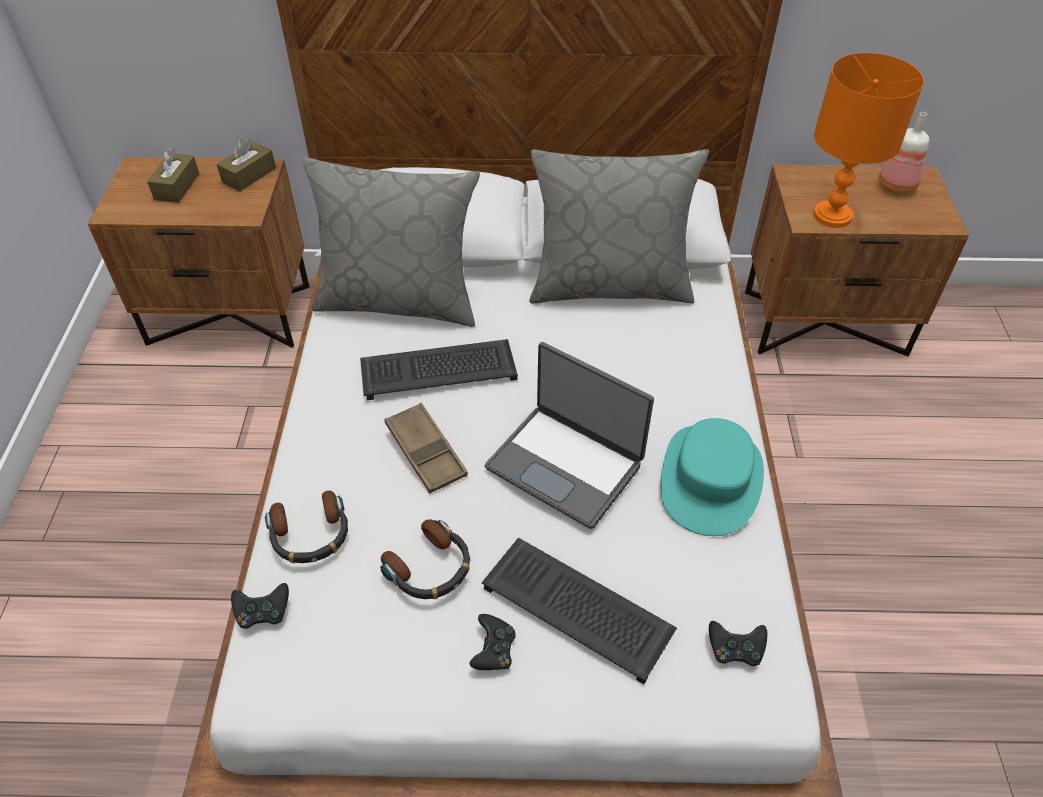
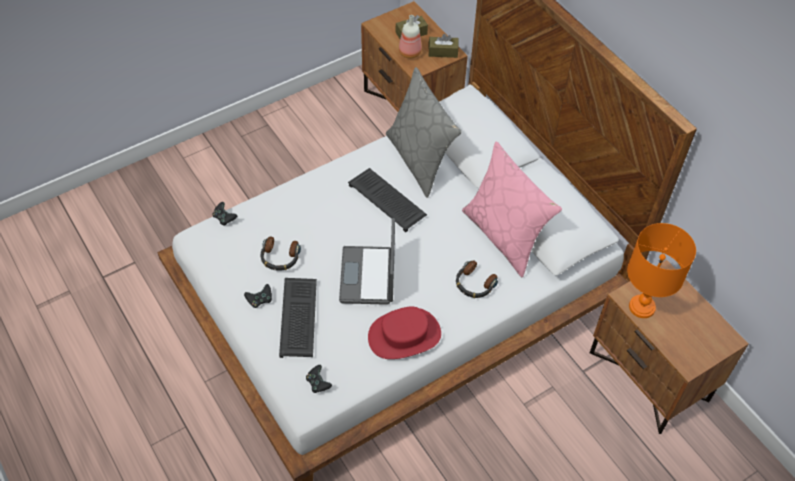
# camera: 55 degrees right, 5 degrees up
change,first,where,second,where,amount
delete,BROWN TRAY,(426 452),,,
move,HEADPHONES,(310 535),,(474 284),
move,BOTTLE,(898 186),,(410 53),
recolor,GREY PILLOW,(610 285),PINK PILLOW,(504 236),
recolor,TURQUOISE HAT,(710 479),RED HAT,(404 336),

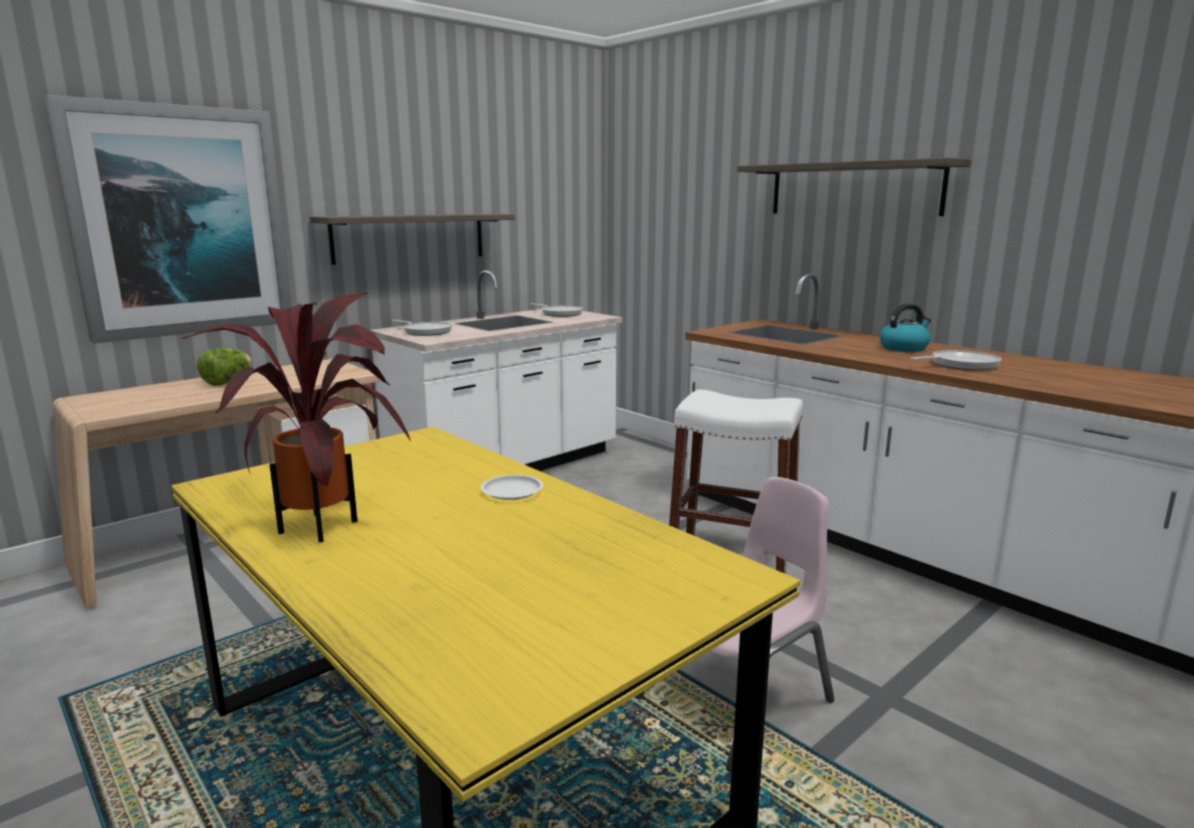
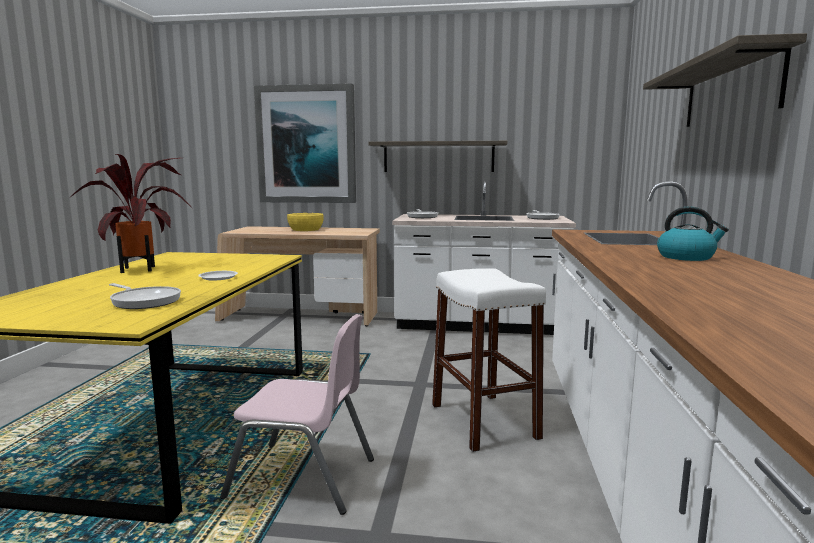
# camera: 50 degrees right, 5 degrees down
change,first,where,second,where,amount
move,FRYING PAN,(960 365),,(144 301),
replace,LETTUCE,(227 382),YELLOW BOWL,(305 229),

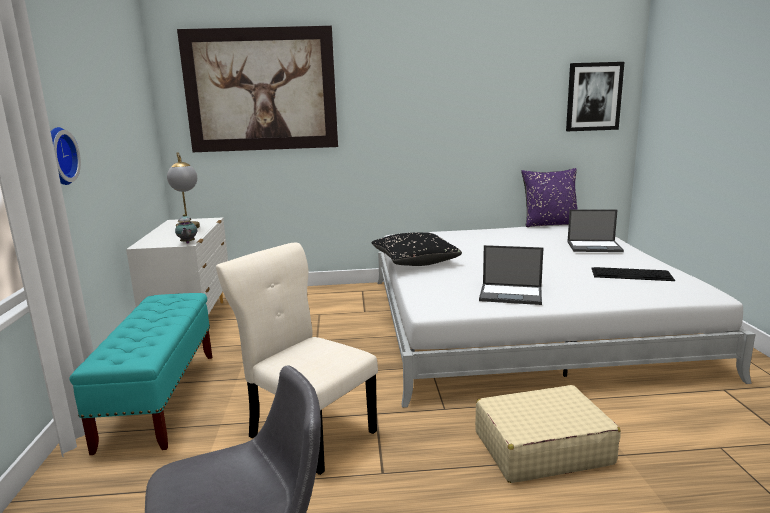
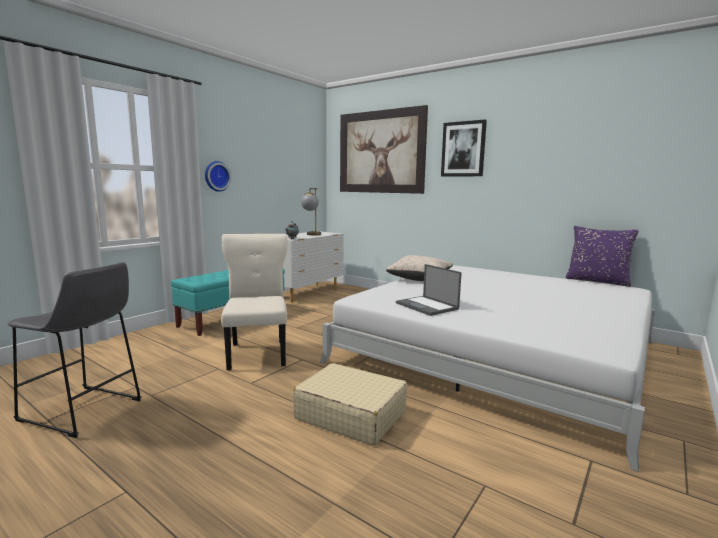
# camera: 40 degrees right, 5 degrees down
change,first,where,second,where,amount
delete,LAPTOP,(595 247),,,
delete,KEYBOARD,(632 274),,,
move,PICTURE,(593 97),,(463 149),
recolor,BLACK PILLOW,(415 261),BEIGE PILLOW,(420 278),

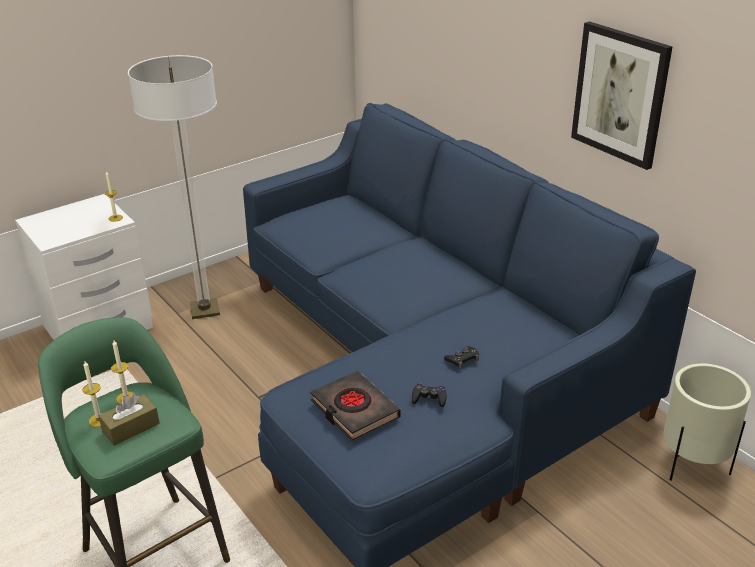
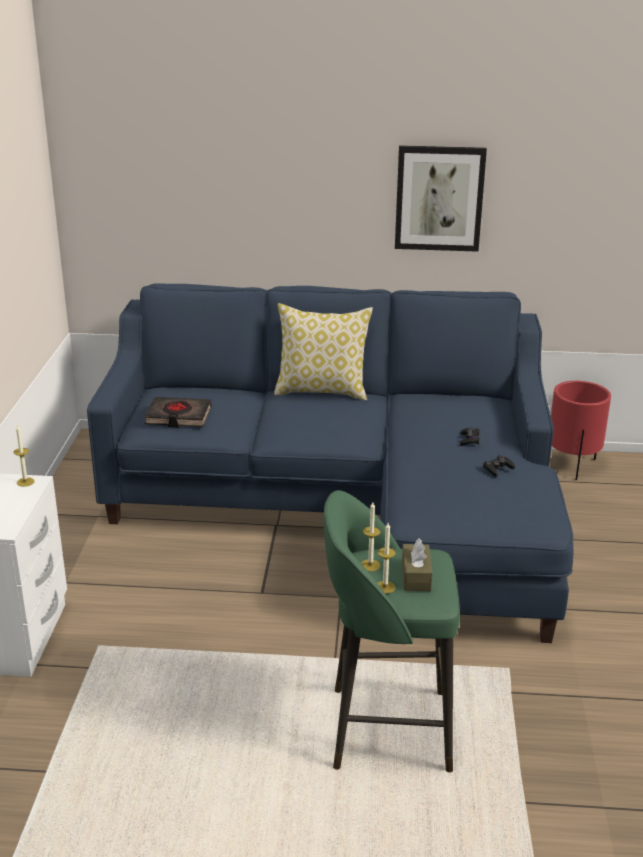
# camera: 50 degrees left, 5 degrees down
change,first,where,second,where,amount
delete,FLOOR LAMP,(205 310),,,
insert,,,PILLOW,(322 391),
move,BLACK BOOK,(354 410),,(178 416),
recolor,BEIGE PLANTER,(693 464),RED PLANTER,(572 465),

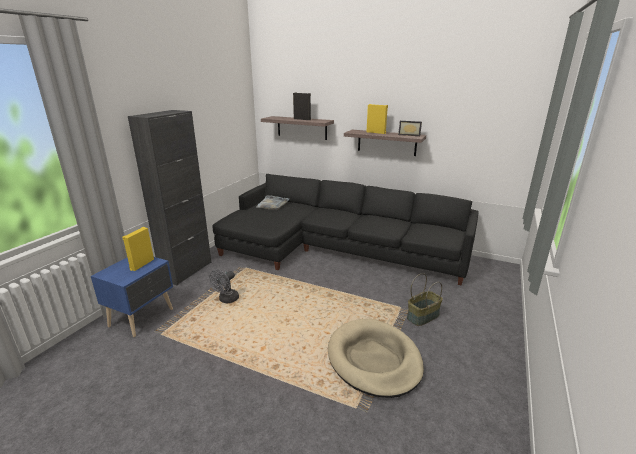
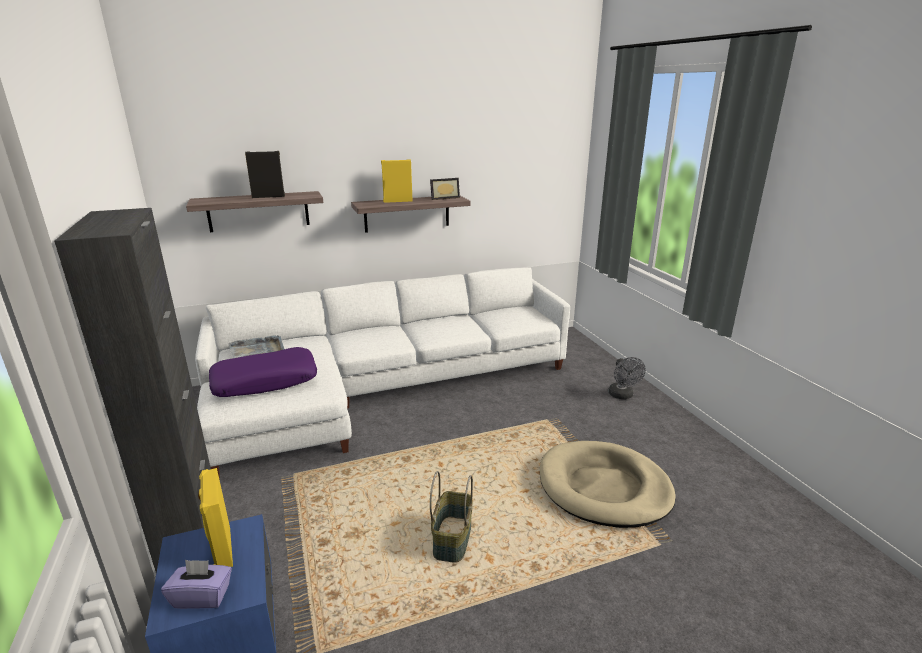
# camera: 45 degrees left, 0 degrees up
change,first,where,second,where,amount
insert,,,PURPLE TISSUE BOX,(202 596),
insert,,,PURPLE PILLOW,(265 381),
move,GREY FAN,(226 300),,(622 396),
move,BASKET,(422 316),,(451 538),
recolor,BLACK SOFA,(334 248),WHITE SOFA,(378 388),

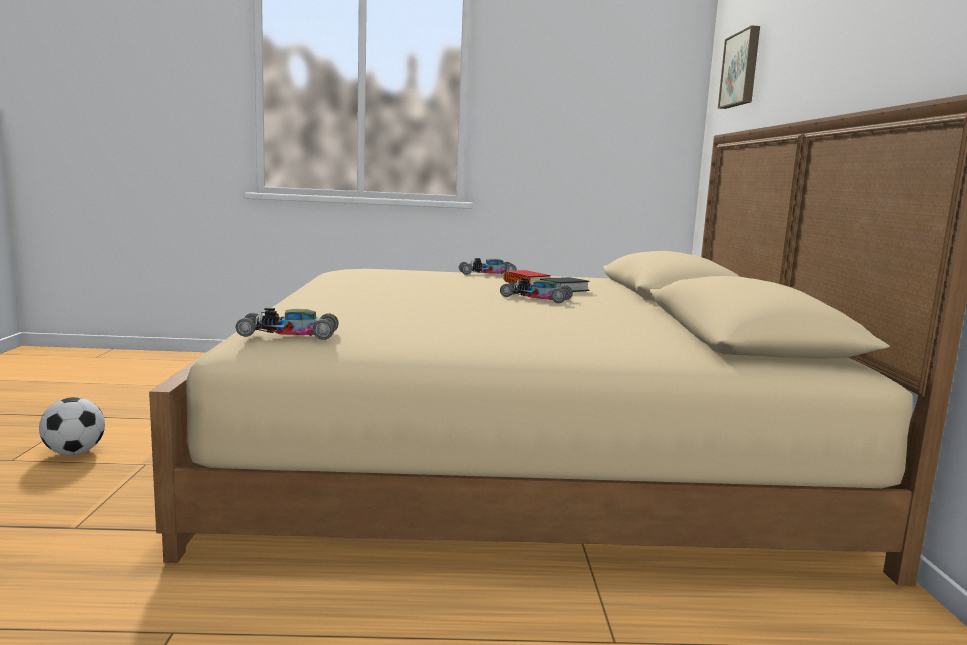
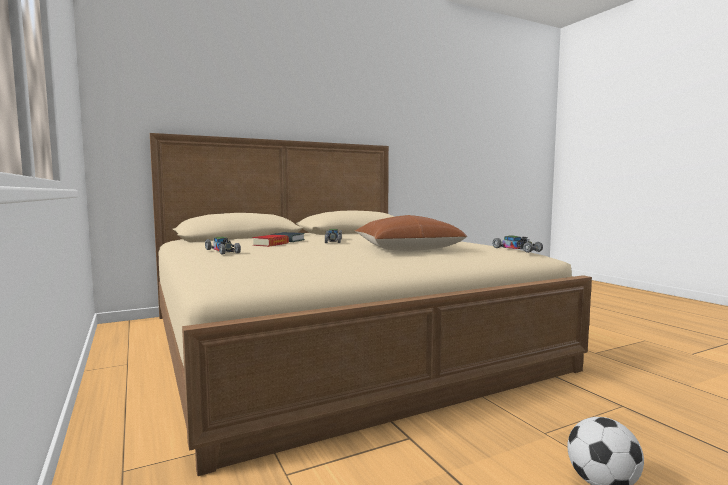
# camera: 115 degrees left, 5 degrees down
change,first,where,second,where,amount
delete,PICTURE,(741 69),,,
insert,,,BROWN PILLOW,(407 249),

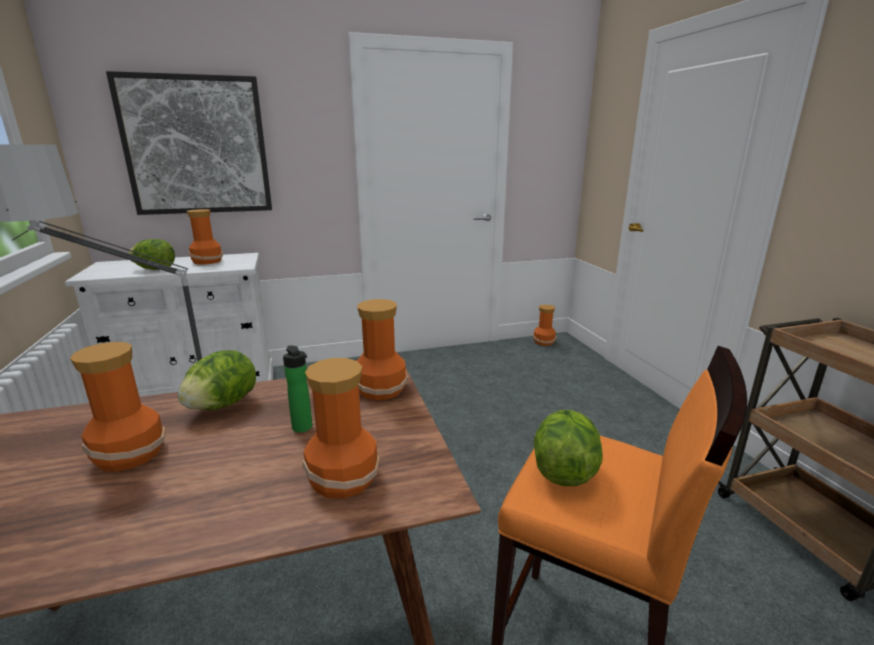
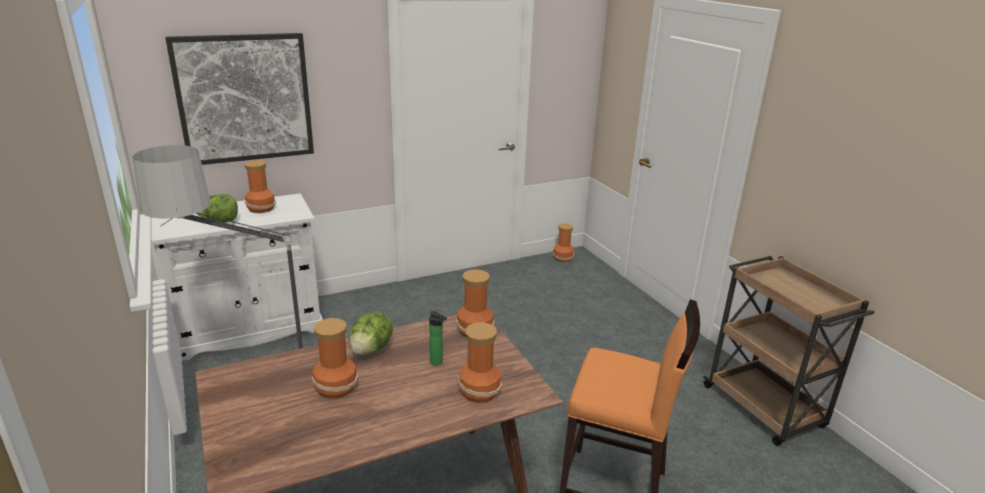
# camera: 10 degrees left, 5 degrees up
change,first,where,second,where,amount
delete,LETTUCE,(564 471),,,

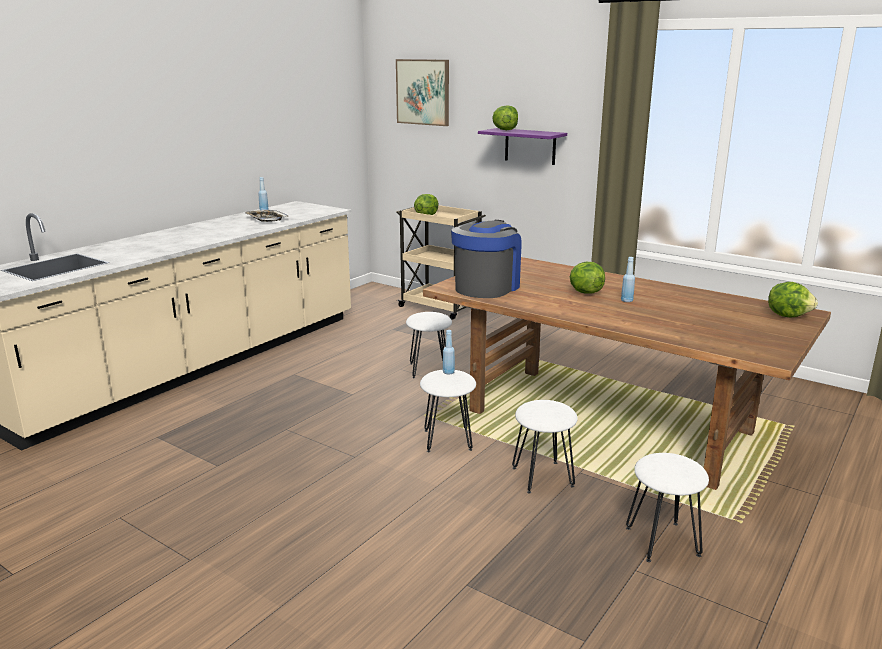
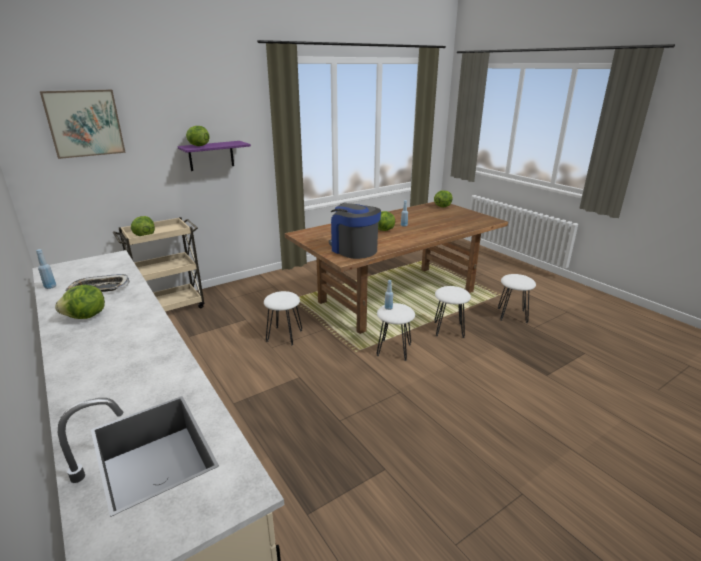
# camera: 70 degrees left, 5 degrees up
change,first,where,second,where,amount
insert,,,LETTUCE,(86 317),

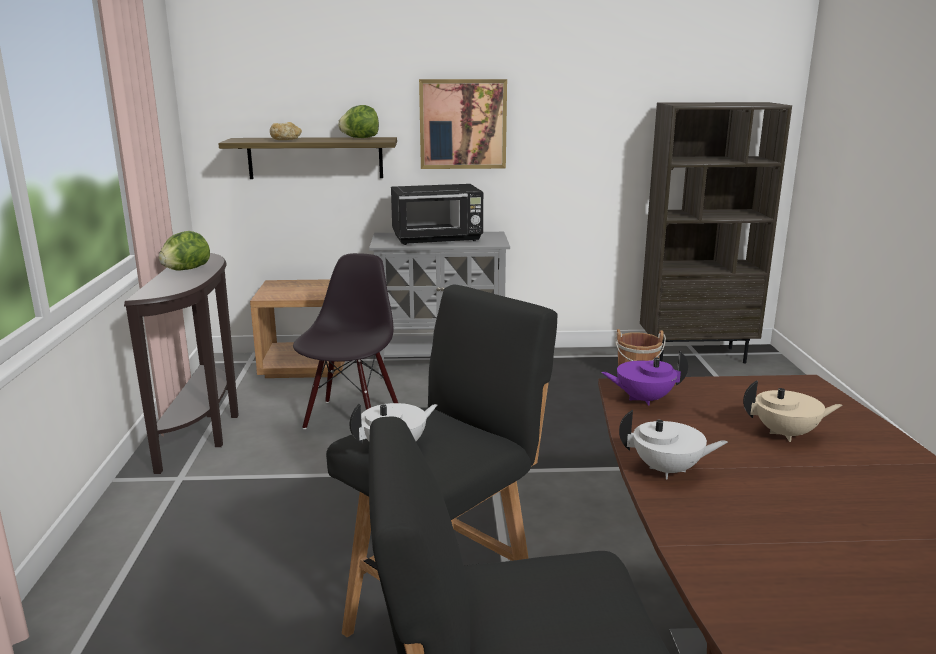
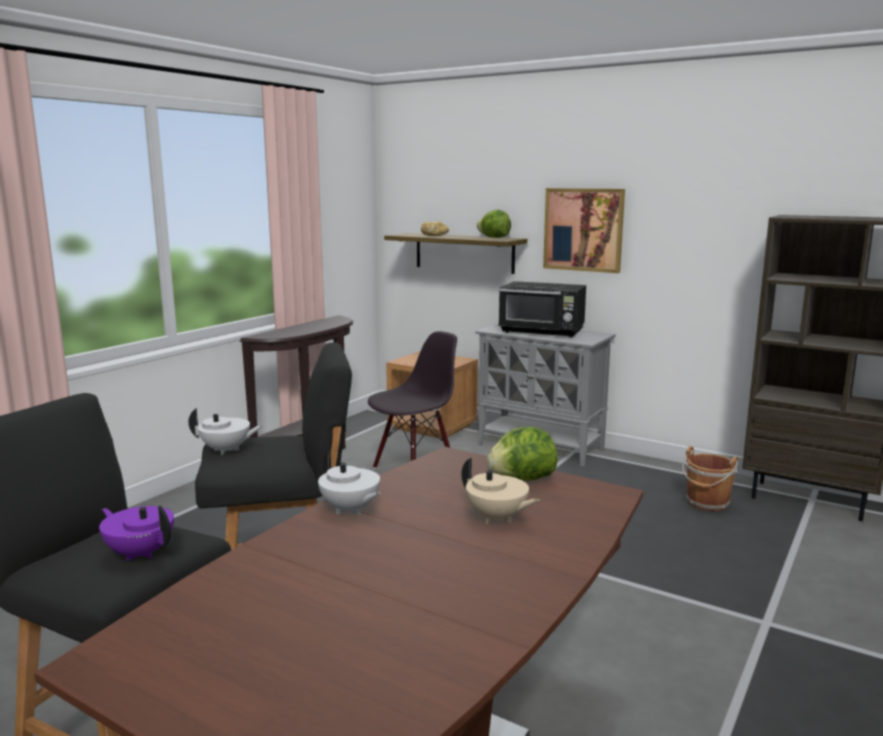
# camera: 35 degrees right, 5 degrees down
change,first,where,second,where,amount
move,LETTUCE,(186 269),,(522 479),
move,PURPLE TEAPOT,(643 399),,(140 553),

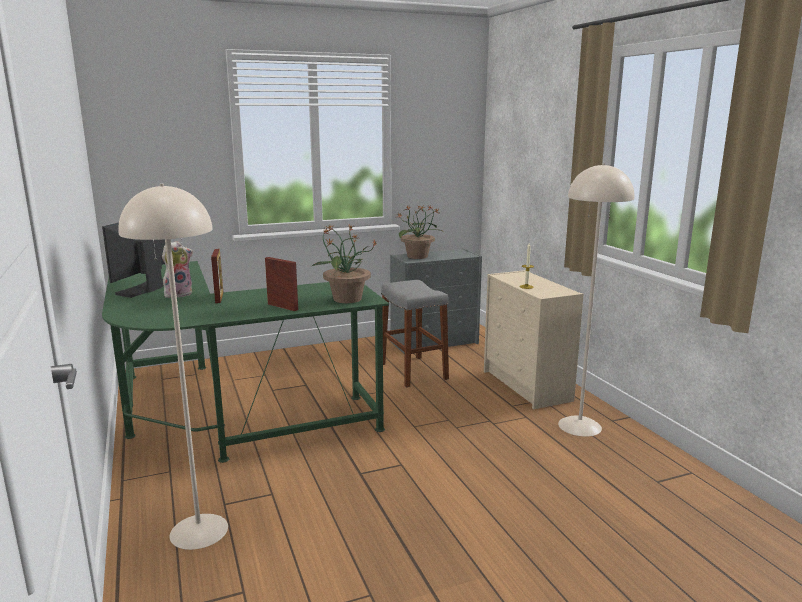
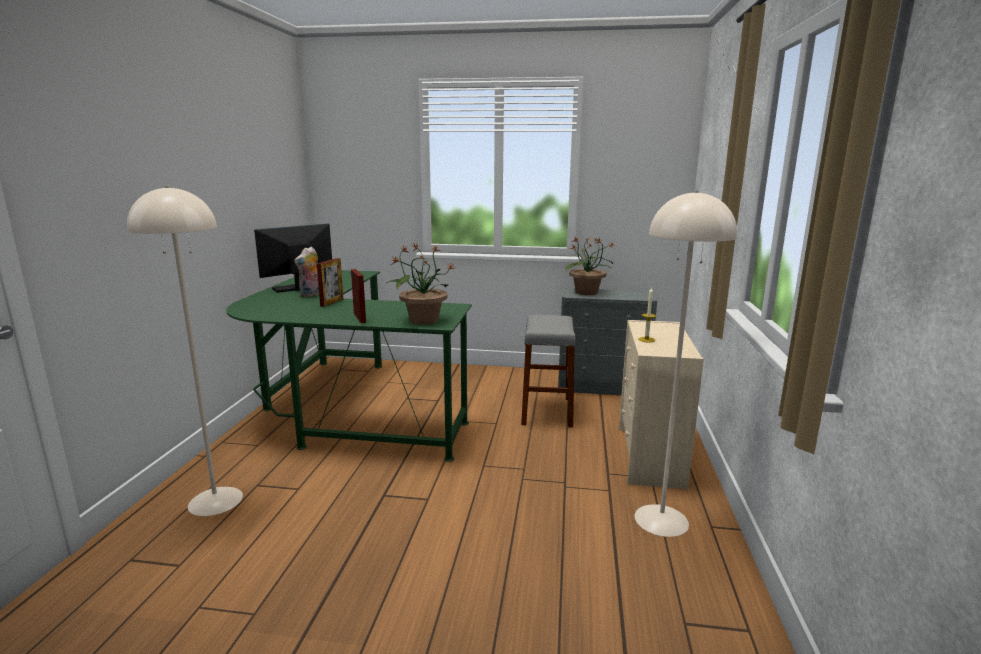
# camera: 30 degrees right, 0 degrees up
change,first,where,second,where,amount
rotate,PLUSH TOY,(179 294),,(312 295),135 degrees clockwise

